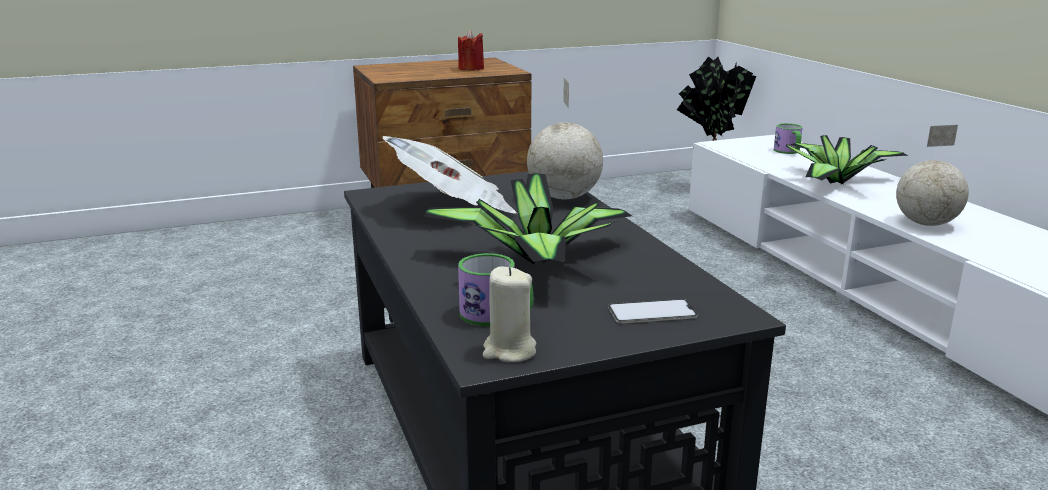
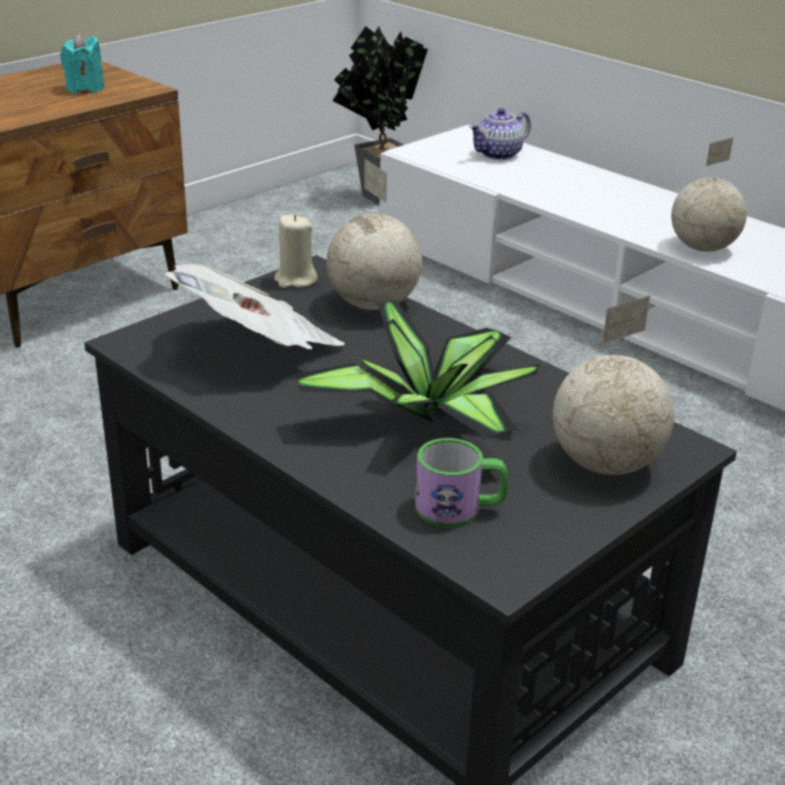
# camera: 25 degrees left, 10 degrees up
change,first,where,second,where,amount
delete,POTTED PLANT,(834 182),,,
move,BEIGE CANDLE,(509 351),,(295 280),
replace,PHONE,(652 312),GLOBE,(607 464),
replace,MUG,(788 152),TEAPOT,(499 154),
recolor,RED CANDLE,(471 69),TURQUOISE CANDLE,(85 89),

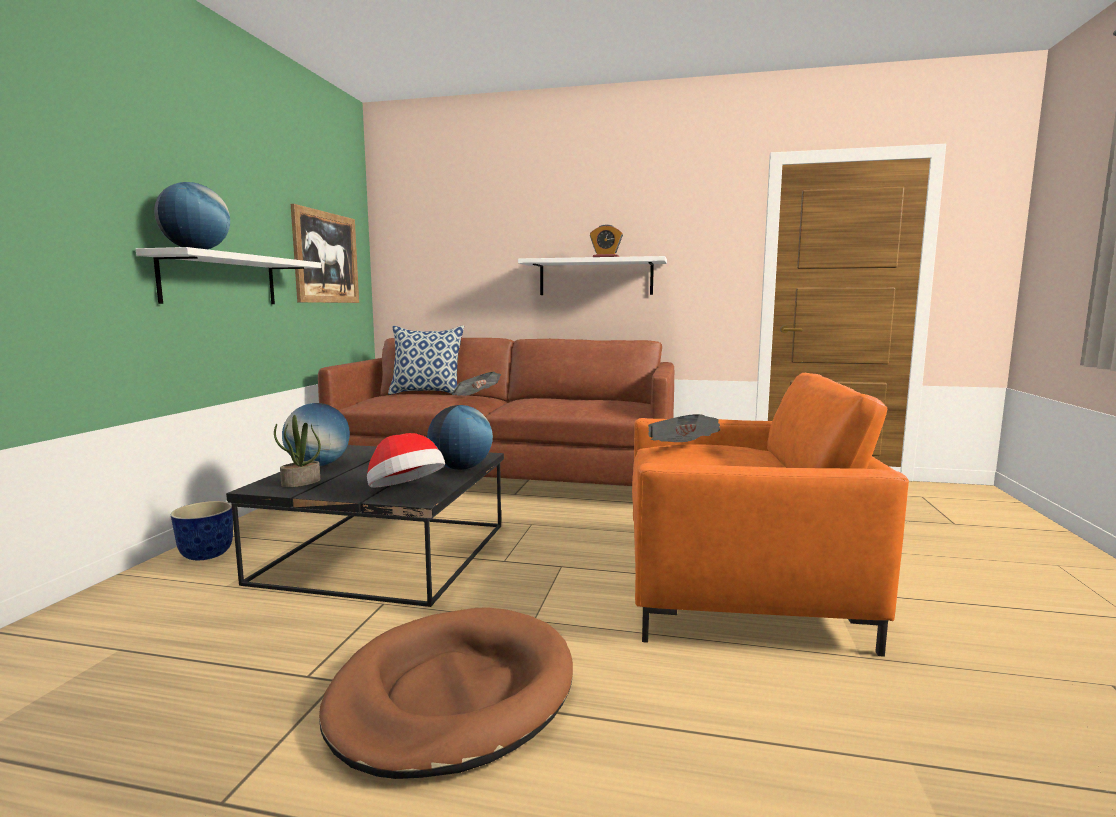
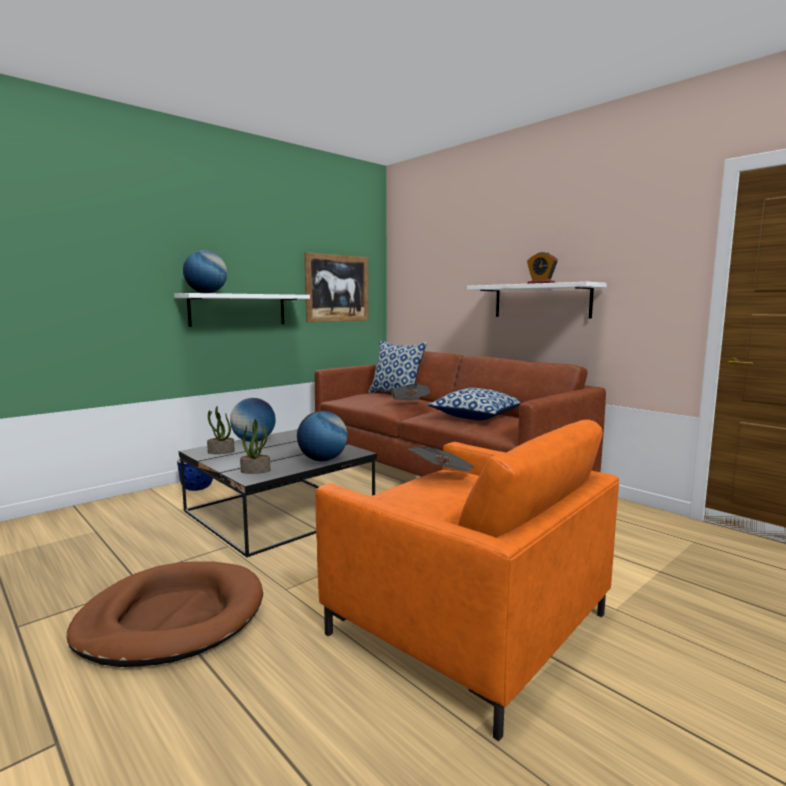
# camera: 35 degrees right, 0 degrees up
change,first,where,second,where,amount
insert,,,PILLOW,(476 416),
replace,HAT,(405 492),POTTED PLANT,(256 470),

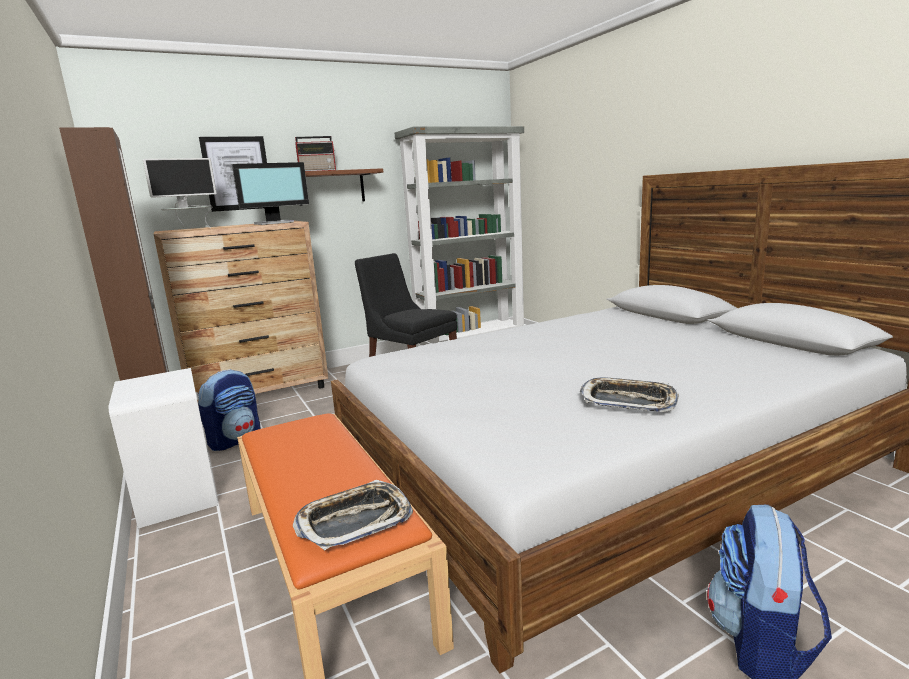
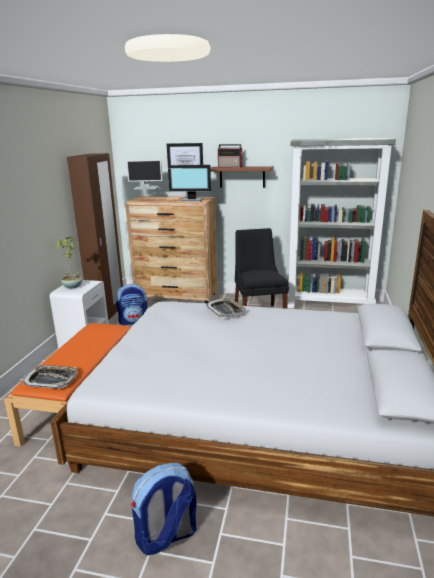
# camera: 40 degrees right, 5 degrees up
change,first,where,second,where,amount
insert,,,POTTED PLANT,(72 287),
move,TRAY,(628 401),,(226 310),

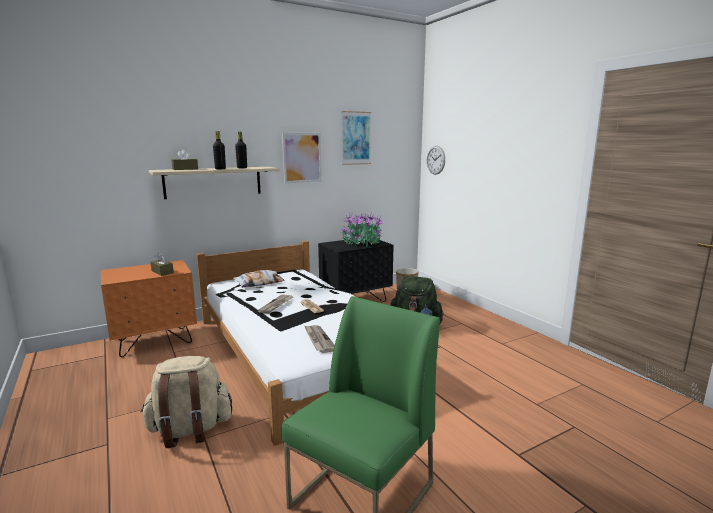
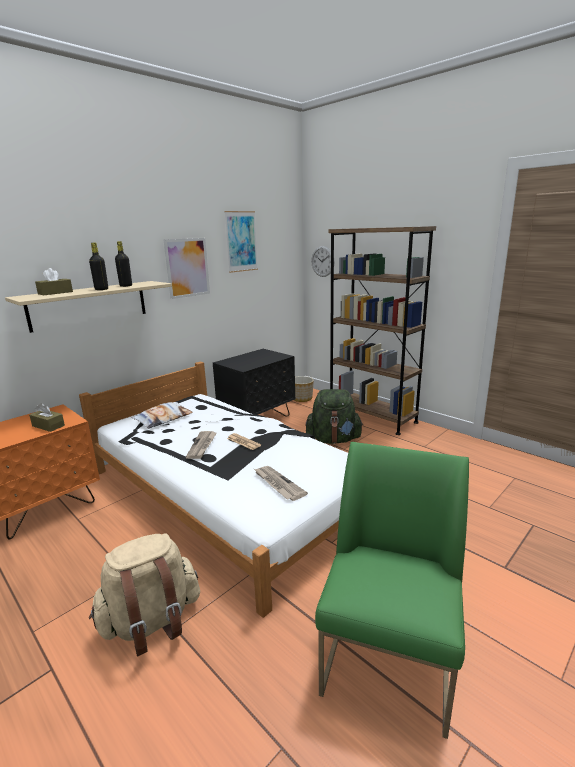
# camera: 15 degrees left, 5 degrees up
change,first,where,second,where,amount
delete,POTTED PLANT,(362 243),,,
insert,,,BROWN BOOKCASE,(372 416),

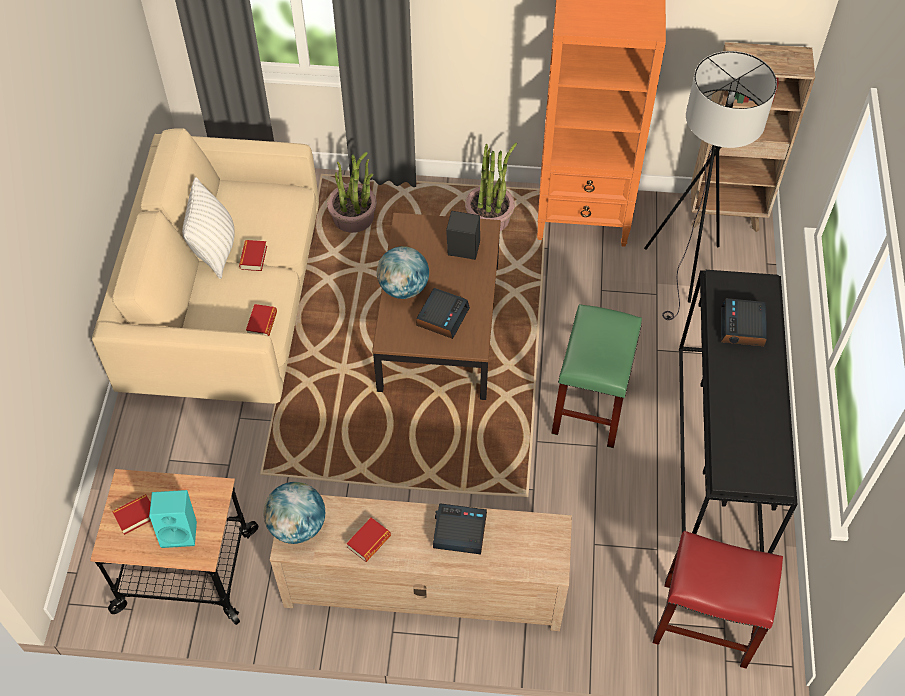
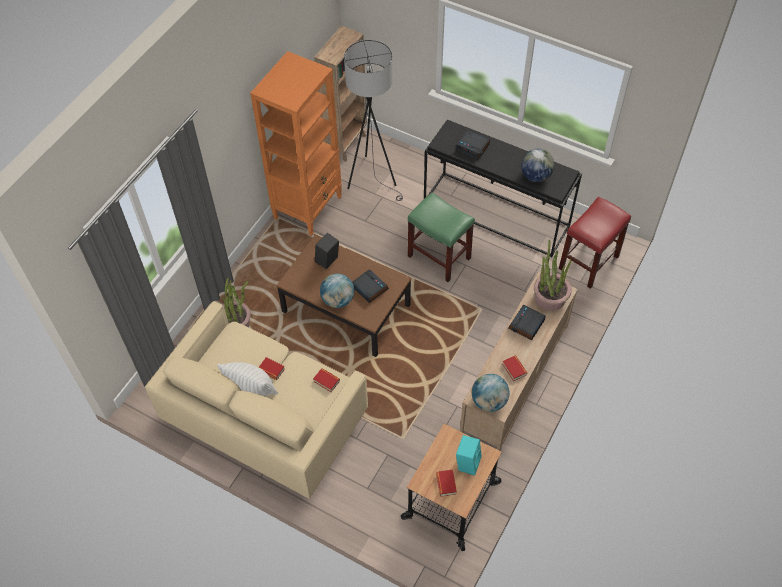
# camera: 65 degrees left, 0 degrees up
change,first,where,second,where,amount
insert,,,GLOBE,(535 176),
move,POTTED PLANT,(489 218),,(550 297),

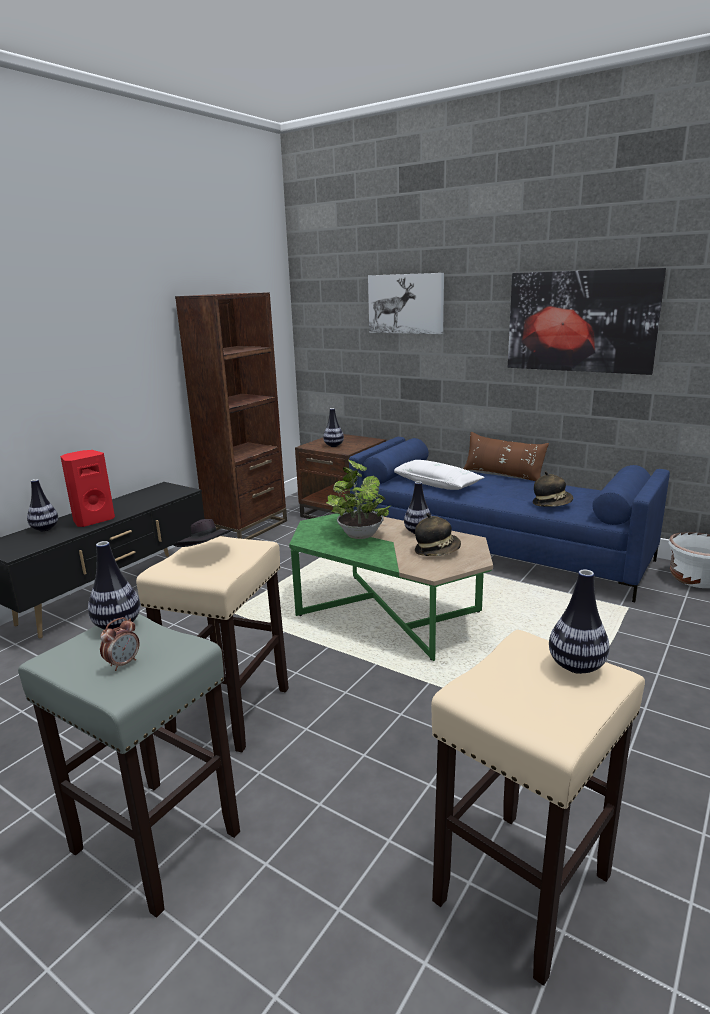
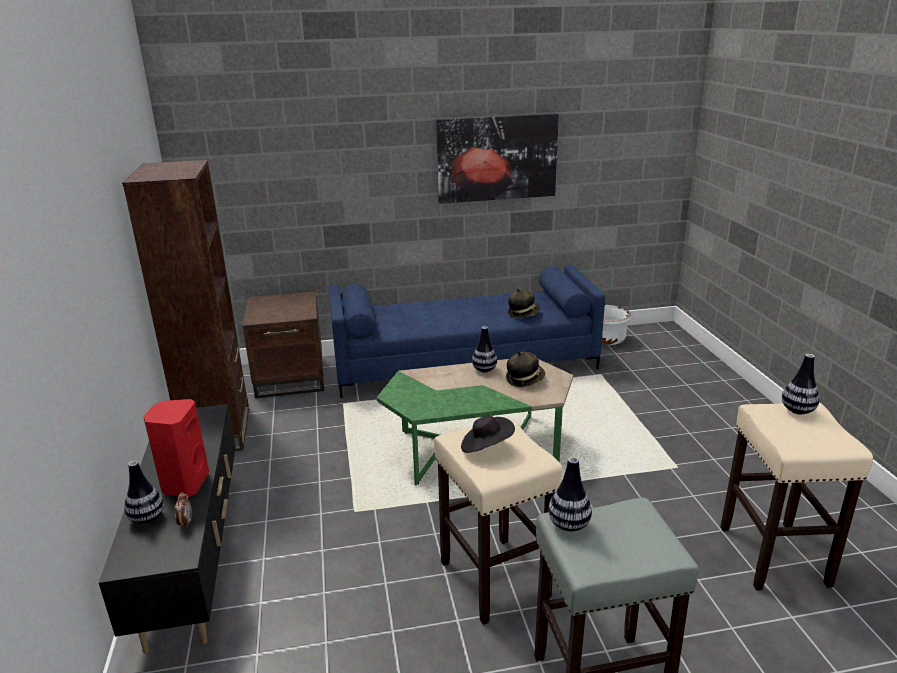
# camera: 45 degrees left, 5 degrees up
change,first,where,second,where,amount
delete,VASE,(333 446),,,
delete,POTTED PLANT,(359 534),,,
delete,PICTURE,(406 303),,,
delete,WHITE PILLOW,(436 483),,,
delete,BROWN PILLOW,(503 475),,,
move,ALARM CLOCK,(123 663),,(185 523),

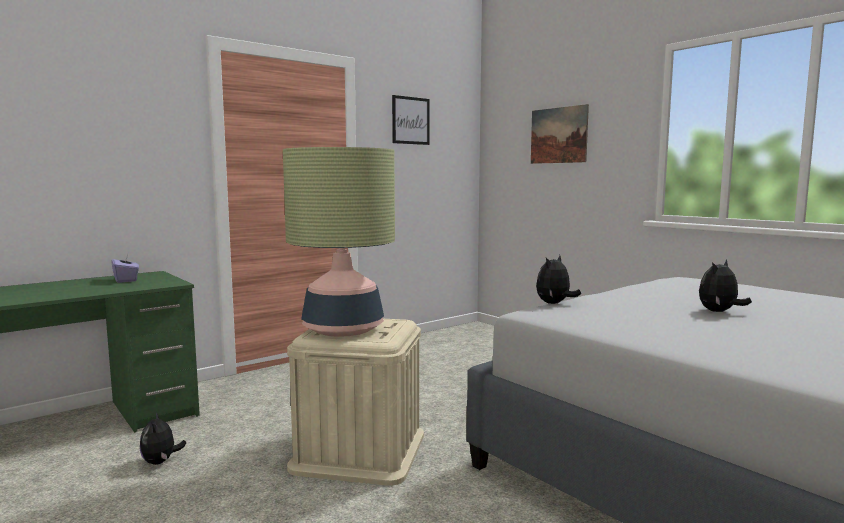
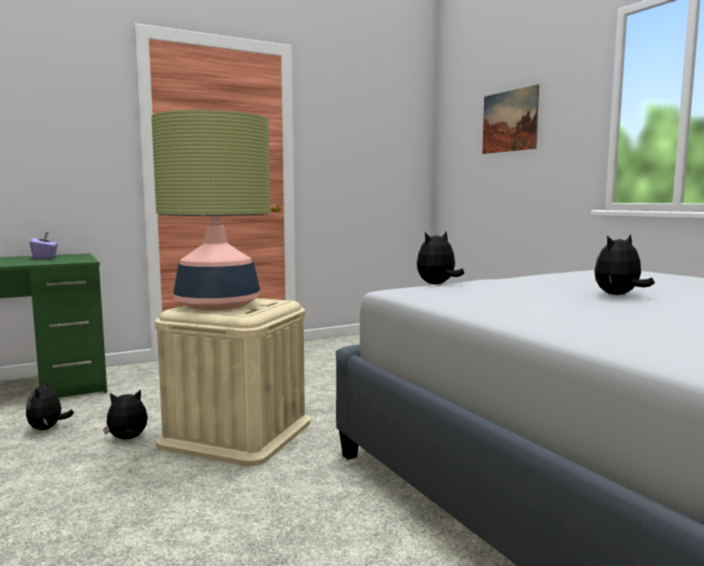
# camera: 10 degrees right, 0 degrees up
change,first,where,second,where,amount
delete,PICTURE,(410 120),,,
insert,,,PLUSH TOY,(128 439),

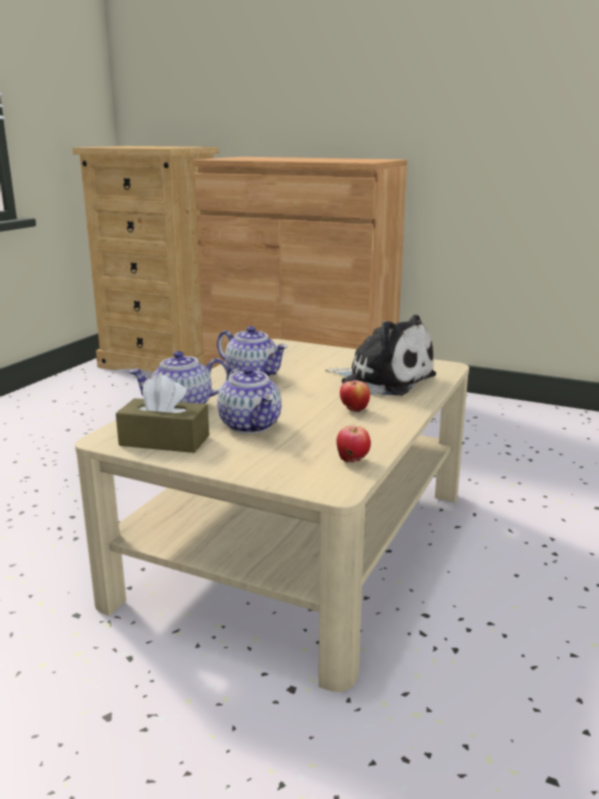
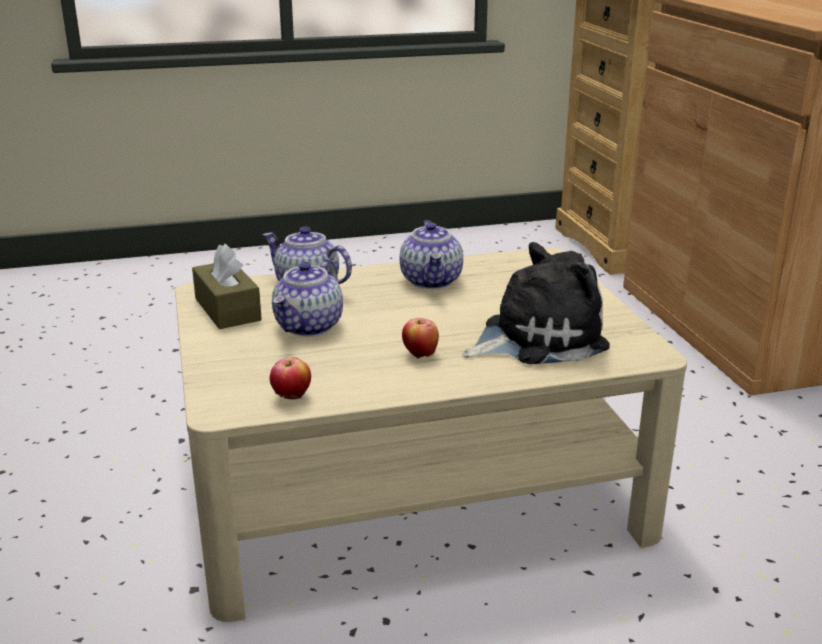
# camera: 50 degrees right, 5 degrees up
change,first,where,second,where,amount
rotate,PLUSH TOY,(383 380),,(536 338),105 degrees counterclockwise

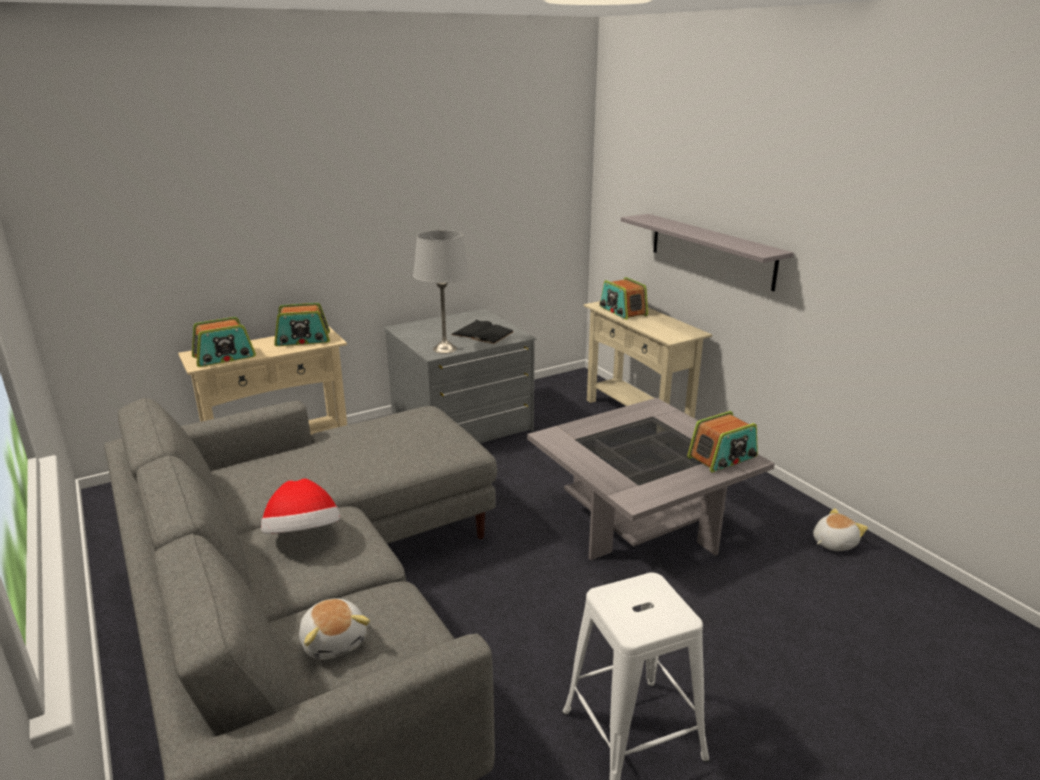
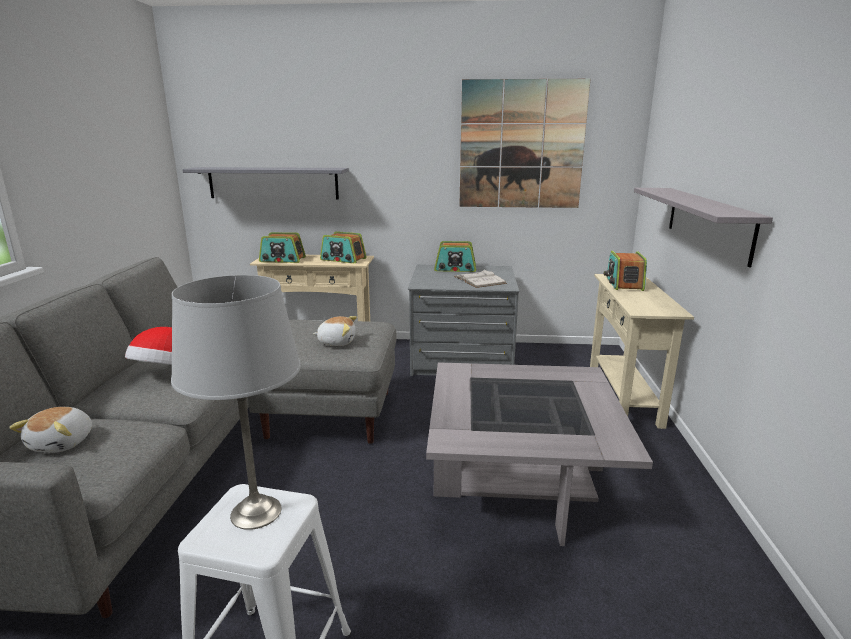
# camera: 35 degrees right, 5 degrees down
change,first,where,second,where,amount
insert,,,GREY SHELF,(273 183),
insert,,,PICTURE,(521 145),
move,GREY TABLE LAMP,(444 349),,(257 512),
move,RADIO,(722 457),,(455 269),
move,PLUSH TOY,(833 543),,(337 342),
recolor,BLACK BOOK,(482 333),WHITE BOOK,(479 280),

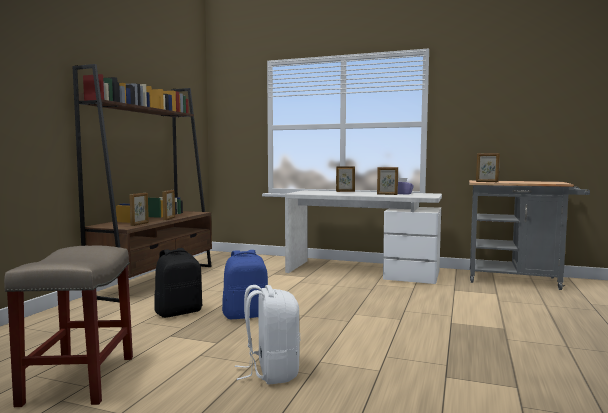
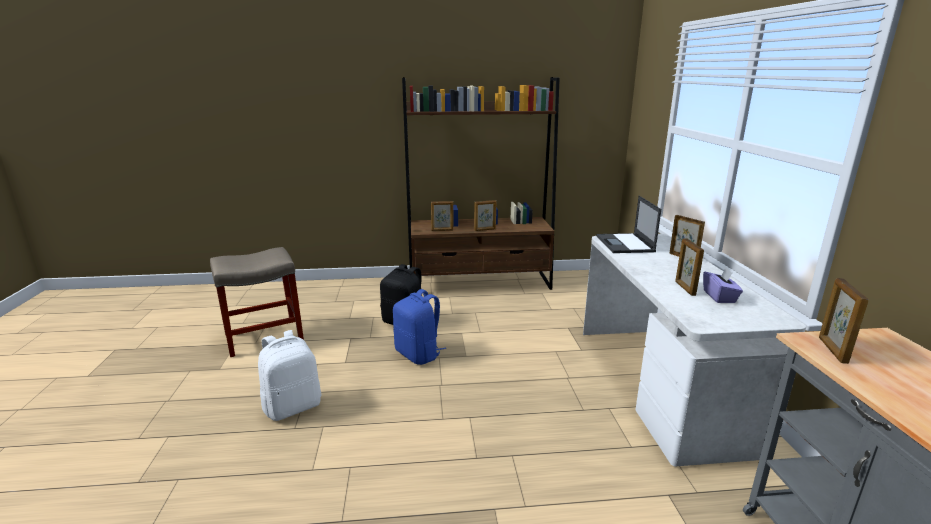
# camera: 65 degrees right, 15 degrees up
change,first,where,second,where,amount
insert,,,LAPTOP,(625 244),

